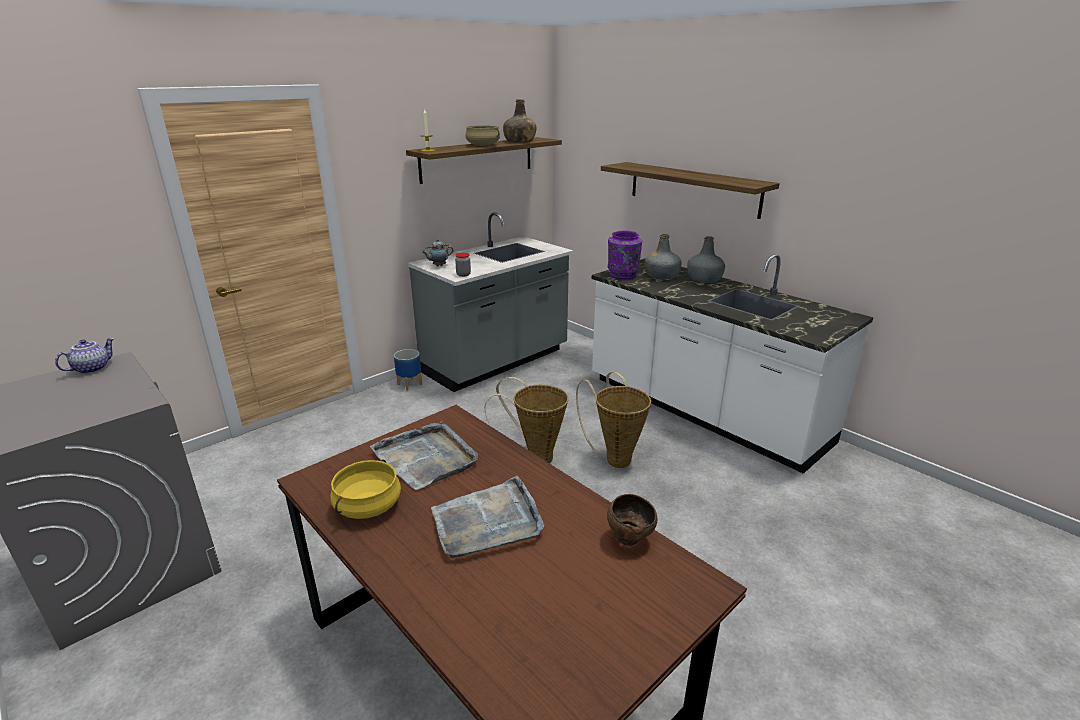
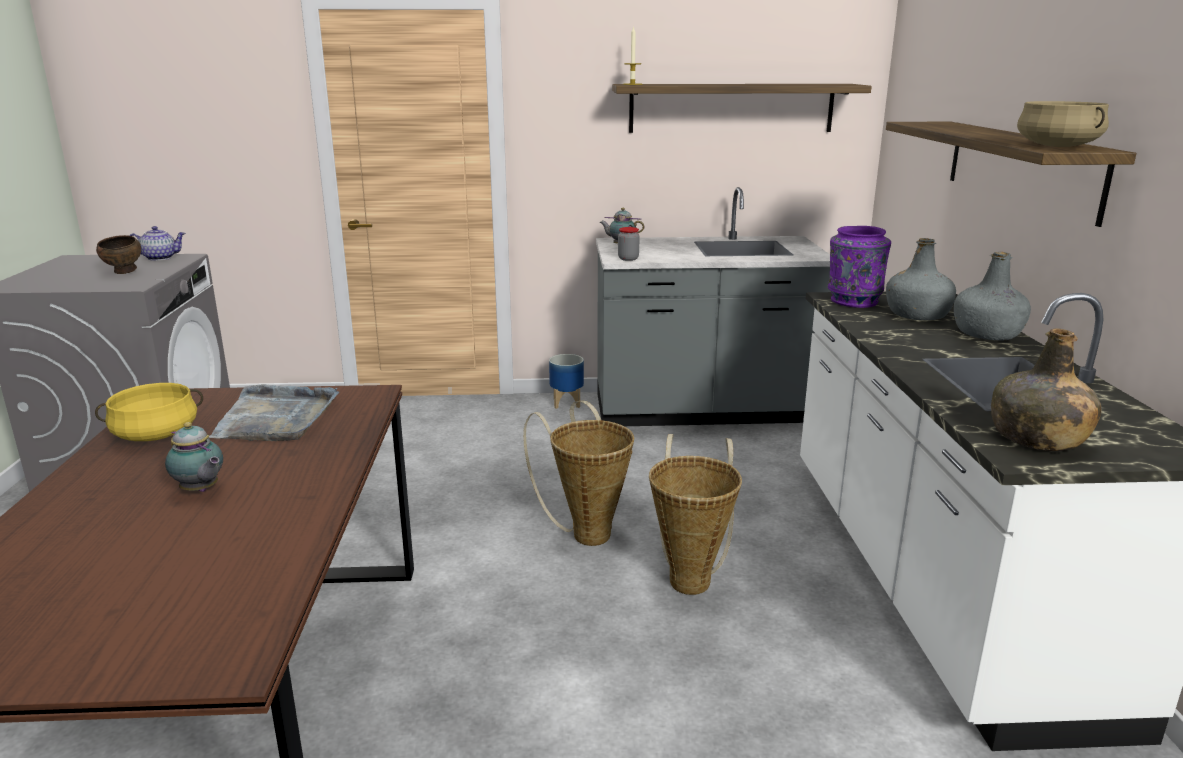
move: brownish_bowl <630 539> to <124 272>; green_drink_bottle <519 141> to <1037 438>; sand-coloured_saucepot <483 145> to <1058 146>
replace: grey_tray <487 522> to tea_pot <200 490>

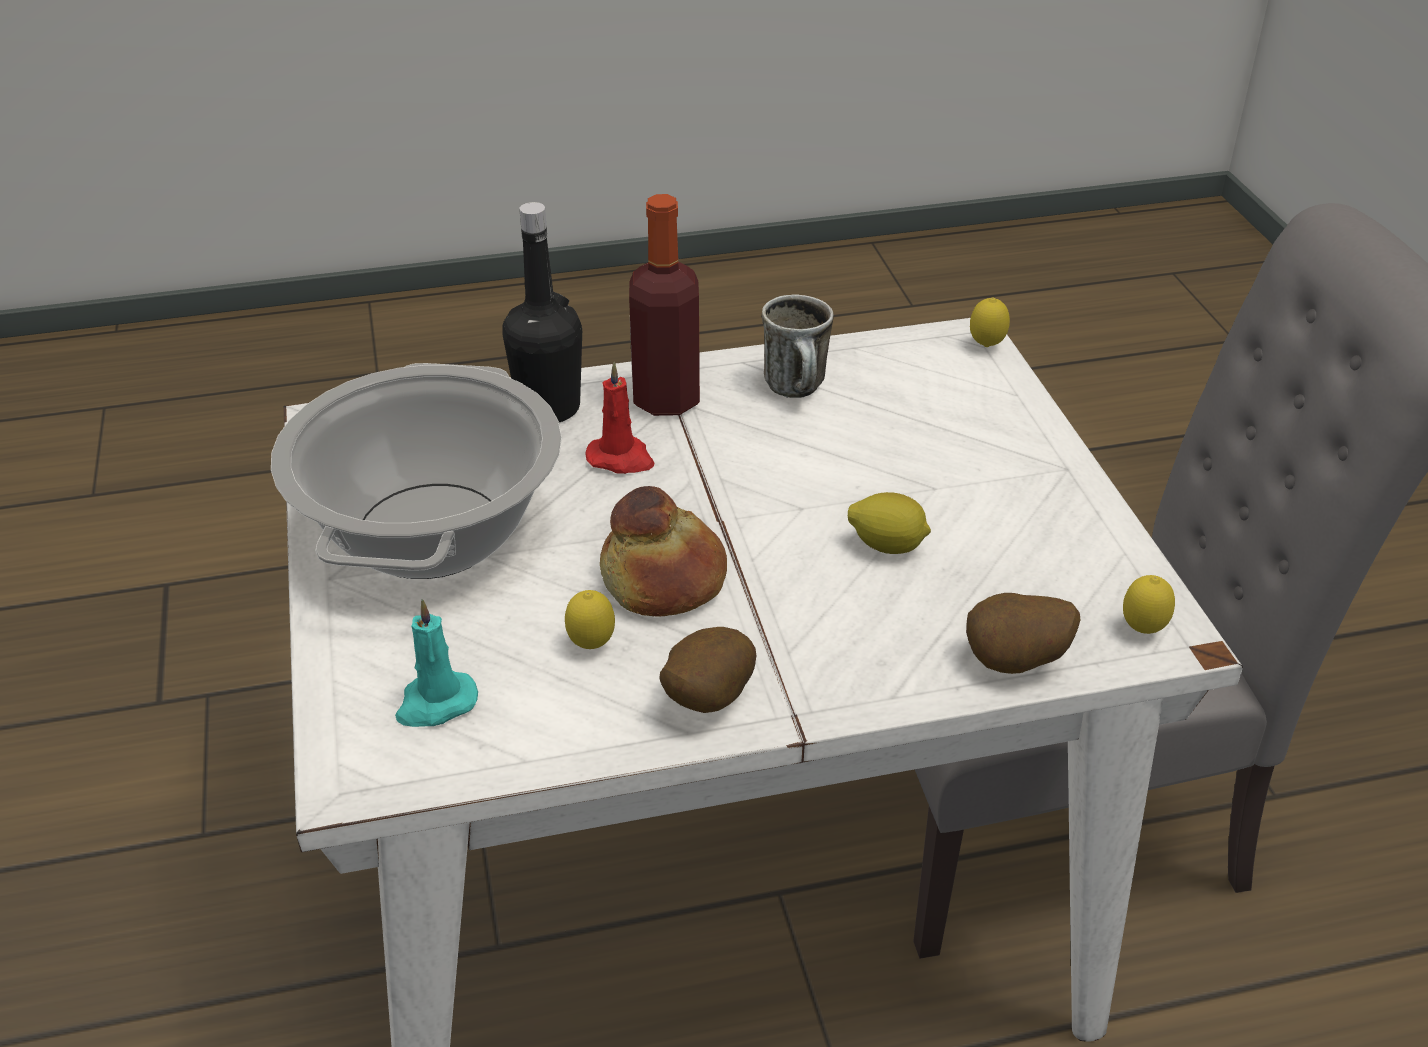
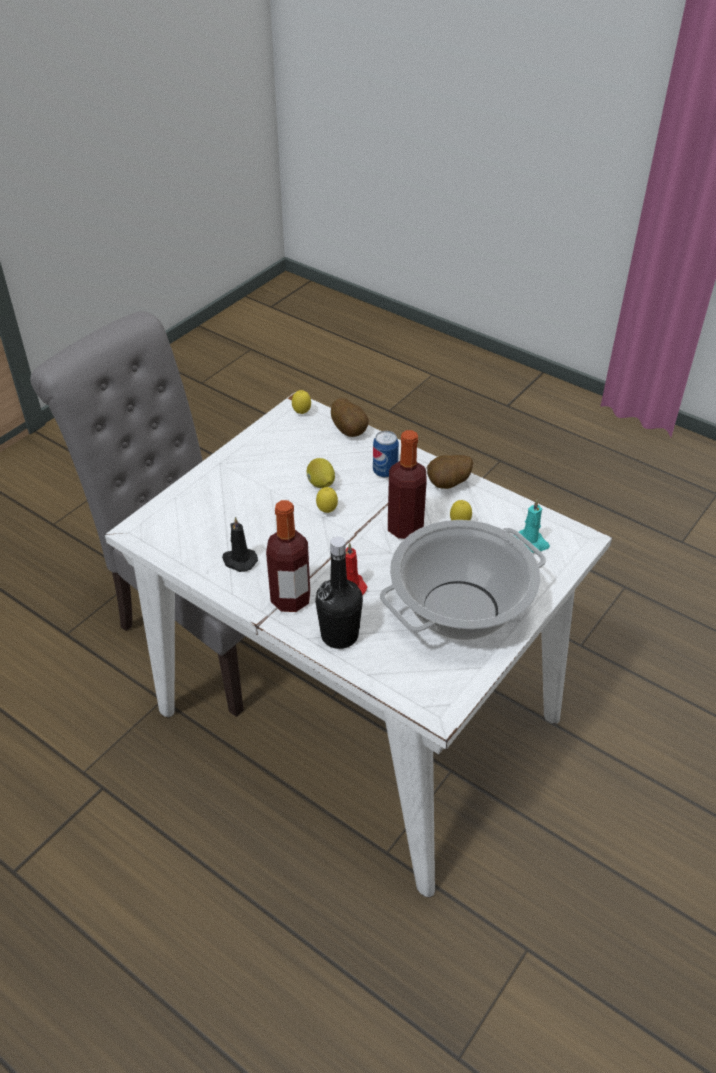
insert: sealed_can <385 472>
move: whole_lemon <986 346> to <327 511>
replace: coffee_mug <799 391> to black_wax_candle <239 560>; baked_bread <665 578> to drink_bottle <405 528>

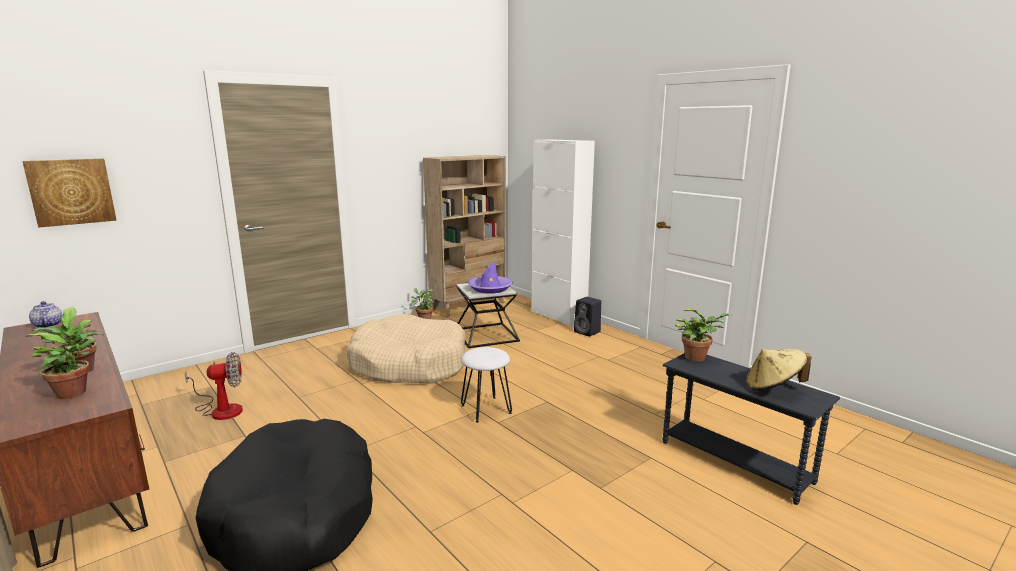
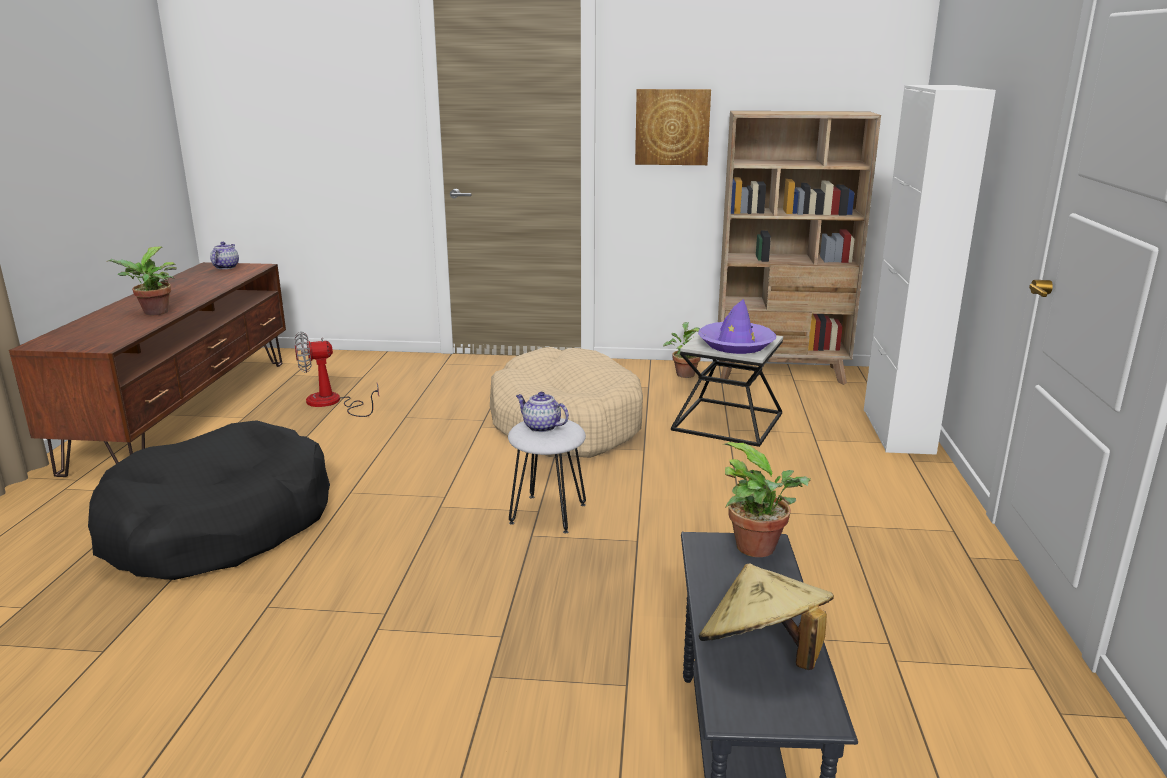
delete: houseplant <75 393>; black_speaker <588 332>
insert: tea_pot <541 427>
move: wall_picture <71 191> to <672 127>
rotate: cooling_fan <221 409> = <332 403> 135 degrees clockwise

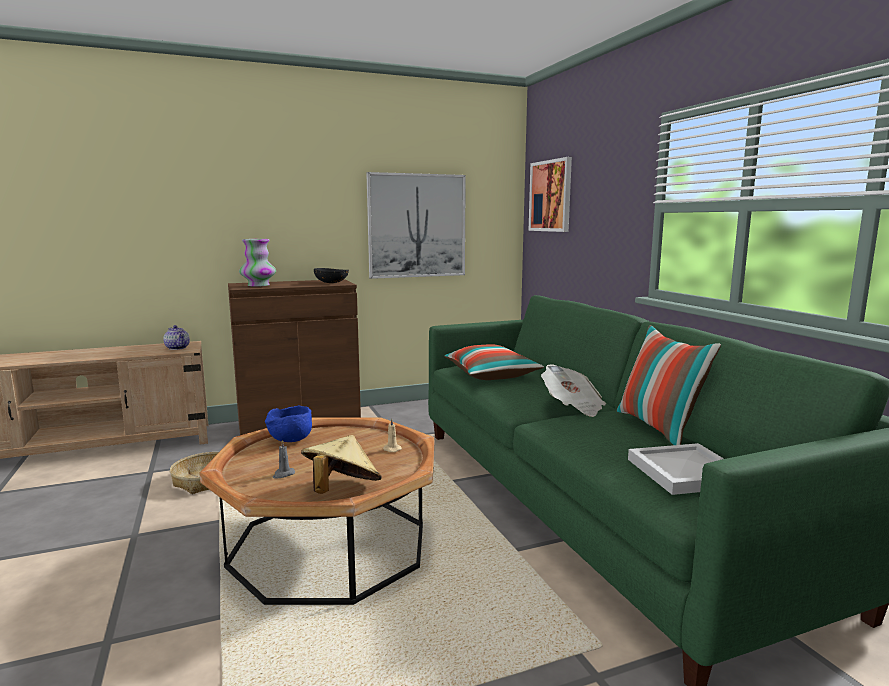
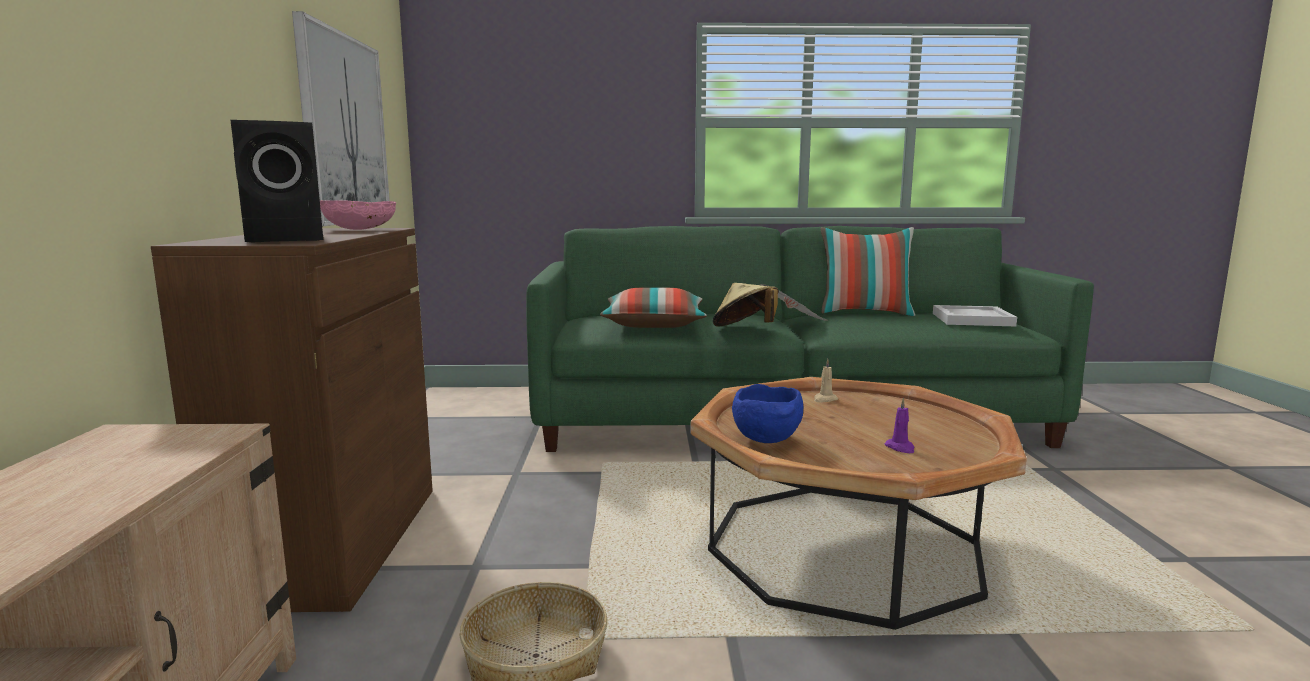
delete: tea_pot <178 348>; wall_picture <550 196>
move: sand-coloured_hat <341 490> to <745 329>
replace: decorative_vase <259 285> to black_speaker <289 239>
recolor: black_bowl <332 283> to pink-coloured_bowl <360 229>; grey_wax_candle <283 474> to purplish_wax_candle <900 448>

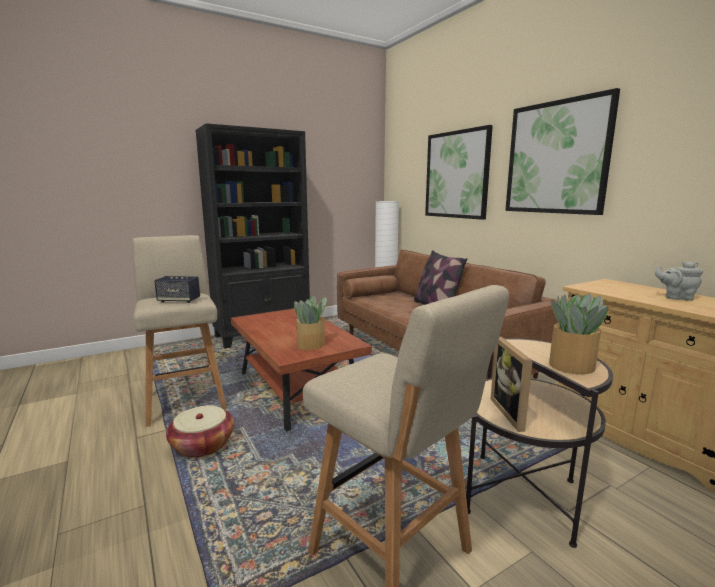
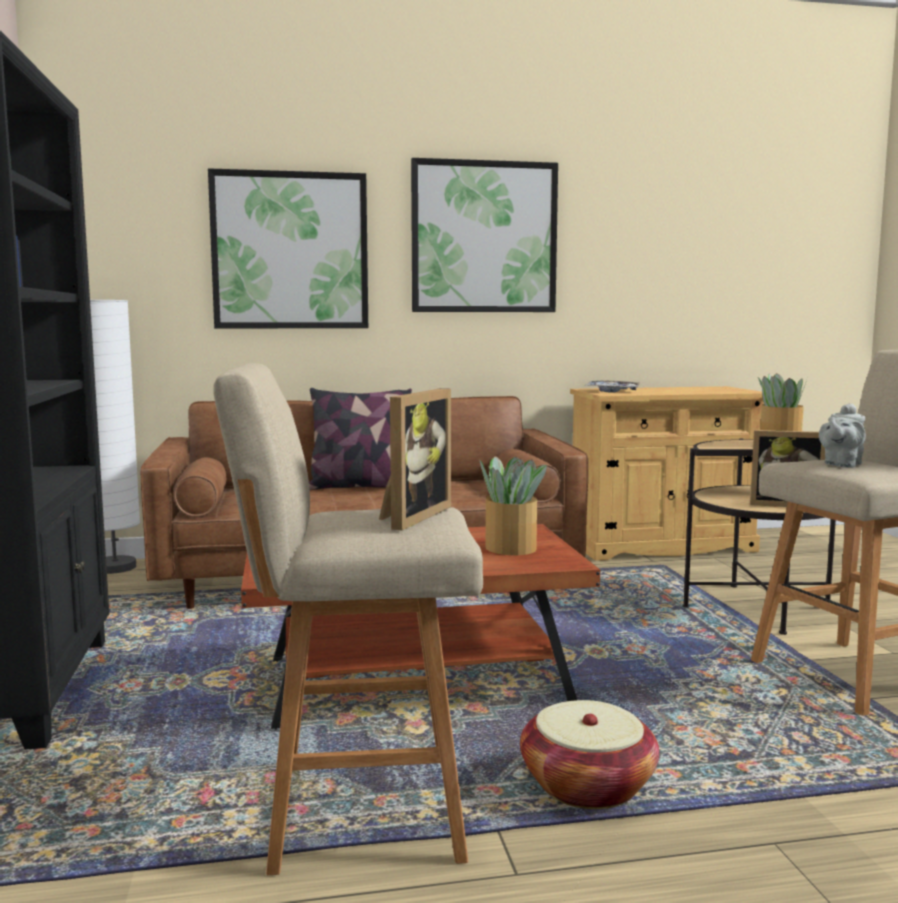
insert: tray <612 391>
move: grey_tea_pot <676 297> to <841 465>
replace: speaker <179 300> to picture_frame <410 516>

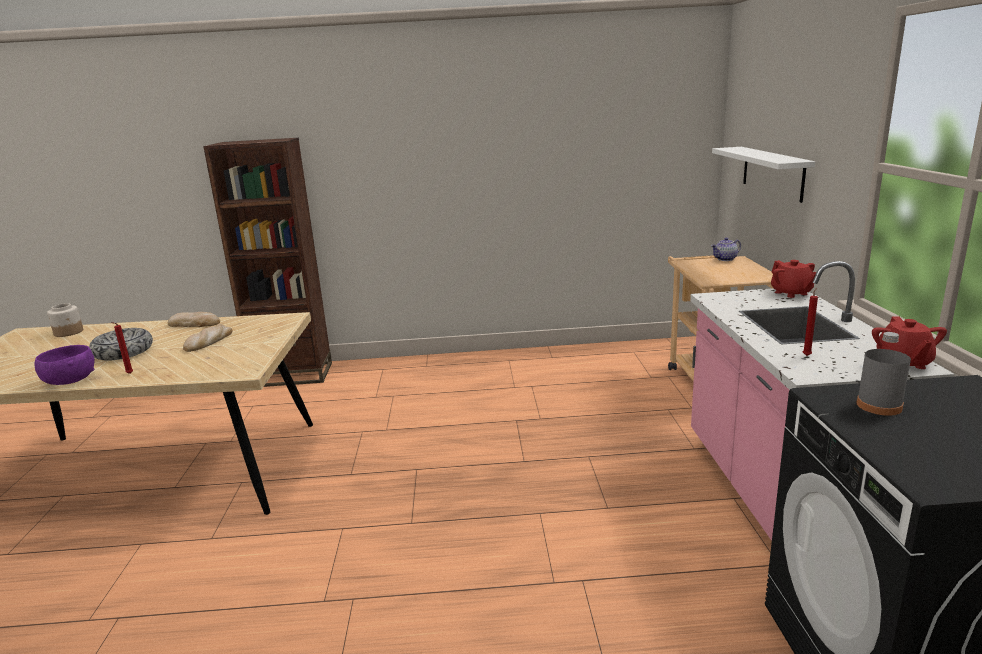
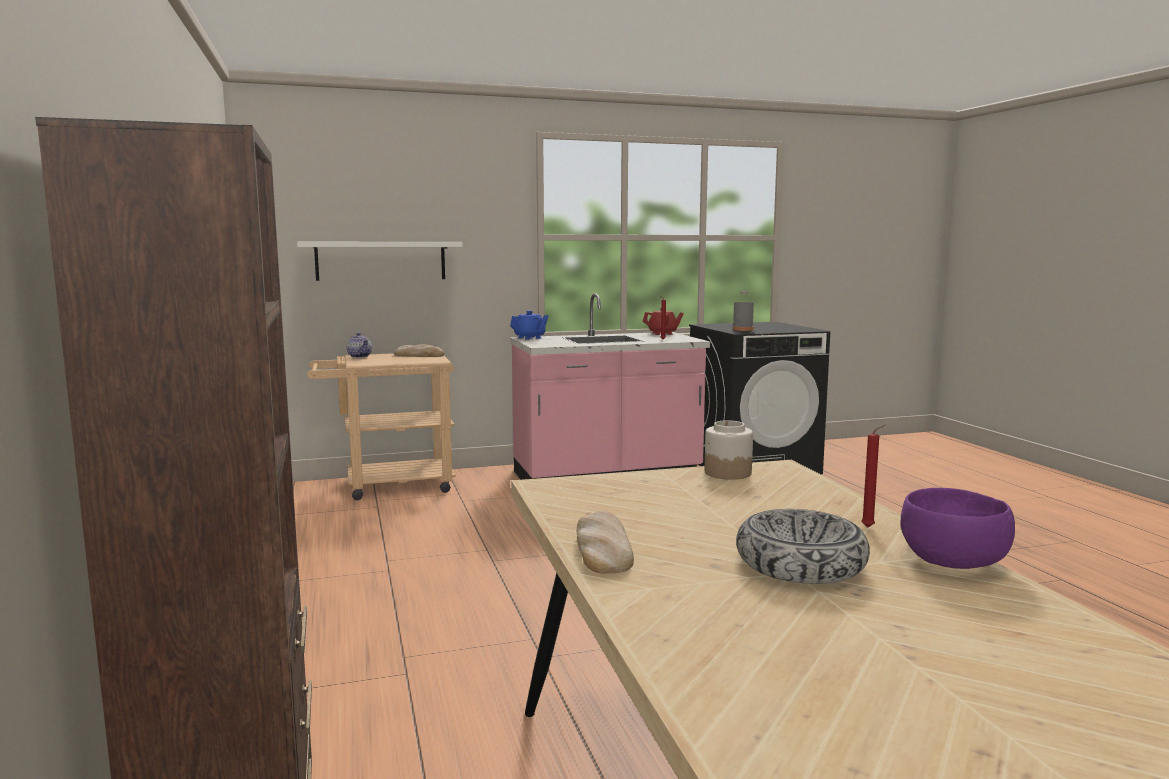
move: baked_bread <208 341> to <419 355>; storage_jar <69 332> to <727 473>
recolor: reddish_tea_pot <791 293> to bluish_tea_pot <530 338>

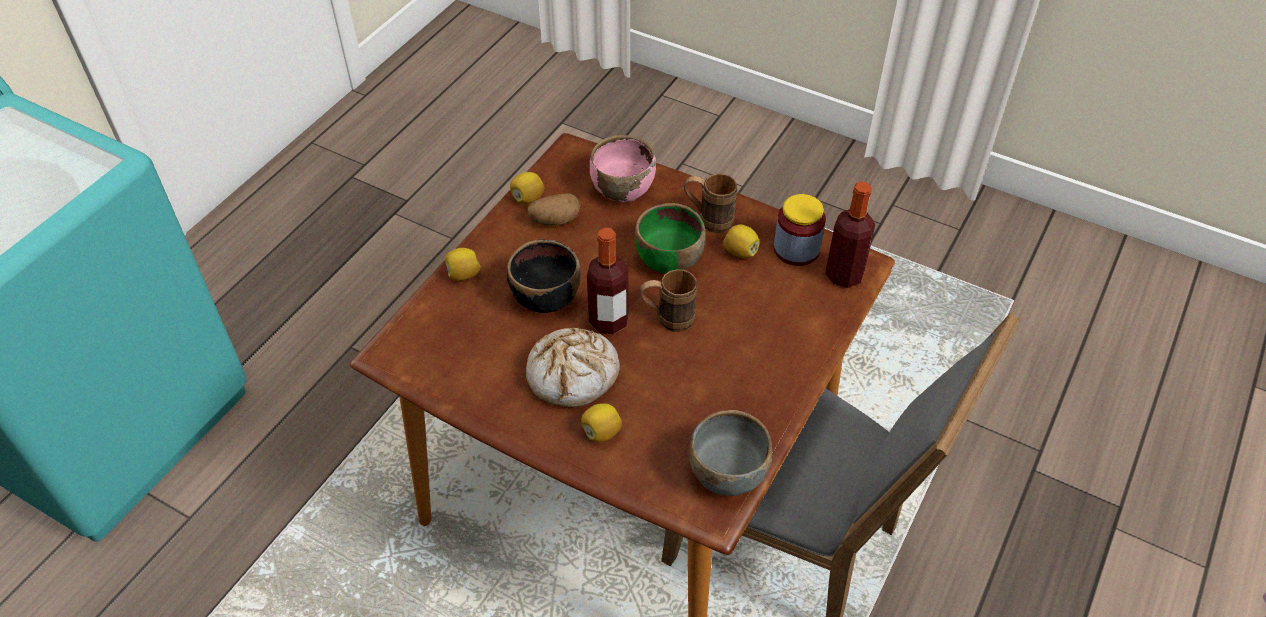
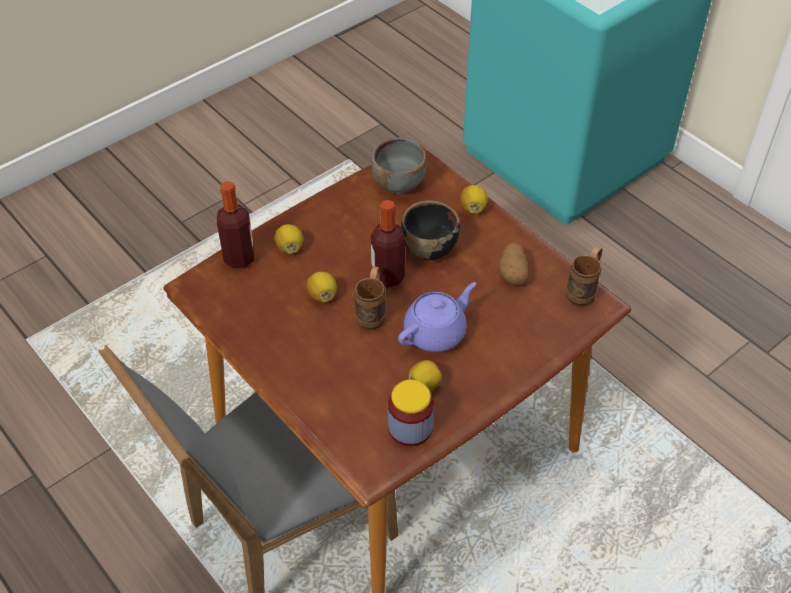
delete: baked_bread <573 374>; pink-coloured_bowl <622 189>
move: drink_bottle <844 275> to <239 259>; whole_lemon <528 198> to <322 295>; grey_bowl <727 473> to <399 182>; brownish_coffee_mug <708 220> to <584 290>
replace: green_bowl <668 260> to purplish_tea_pot <436 332>

